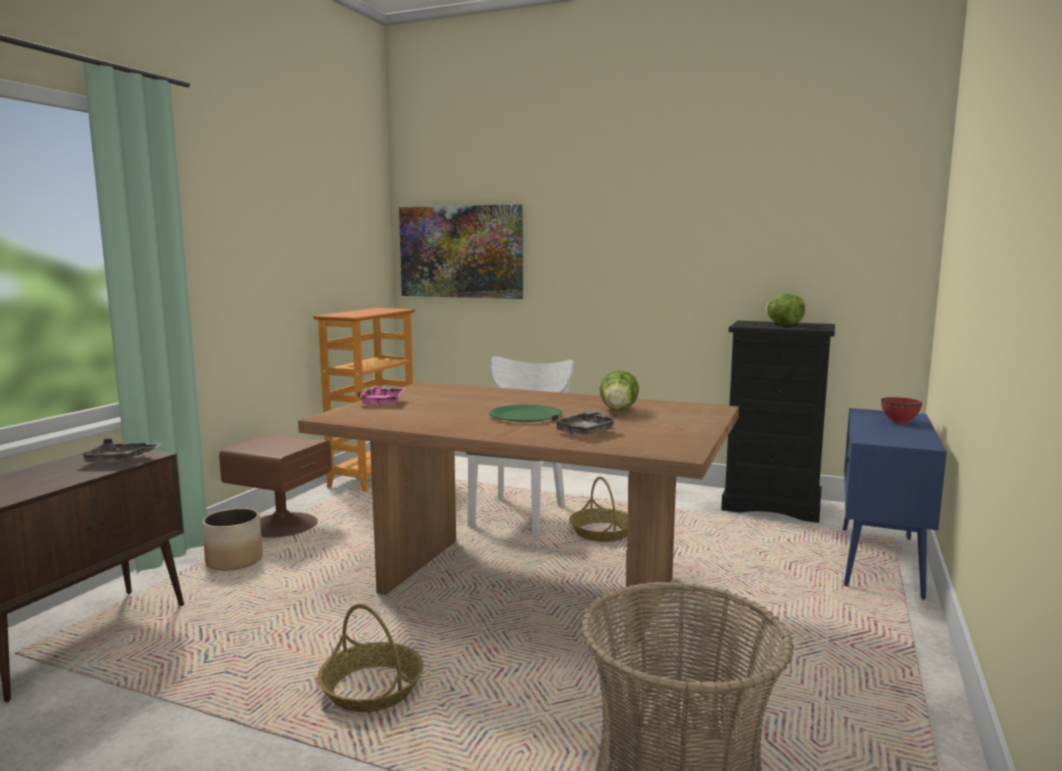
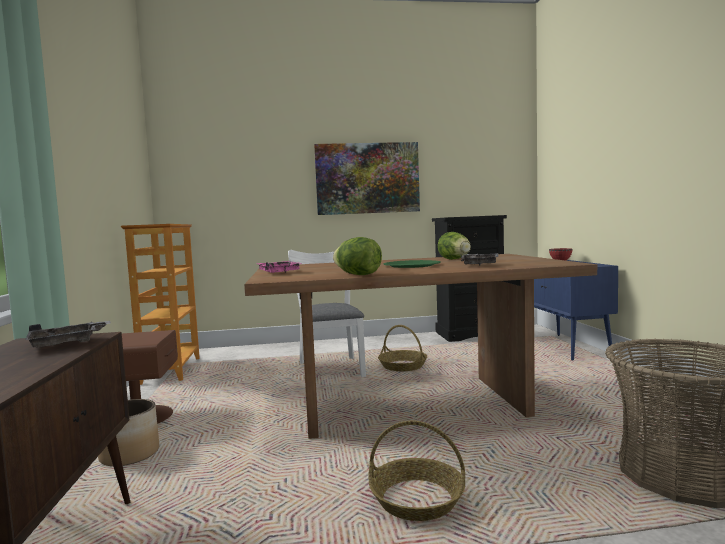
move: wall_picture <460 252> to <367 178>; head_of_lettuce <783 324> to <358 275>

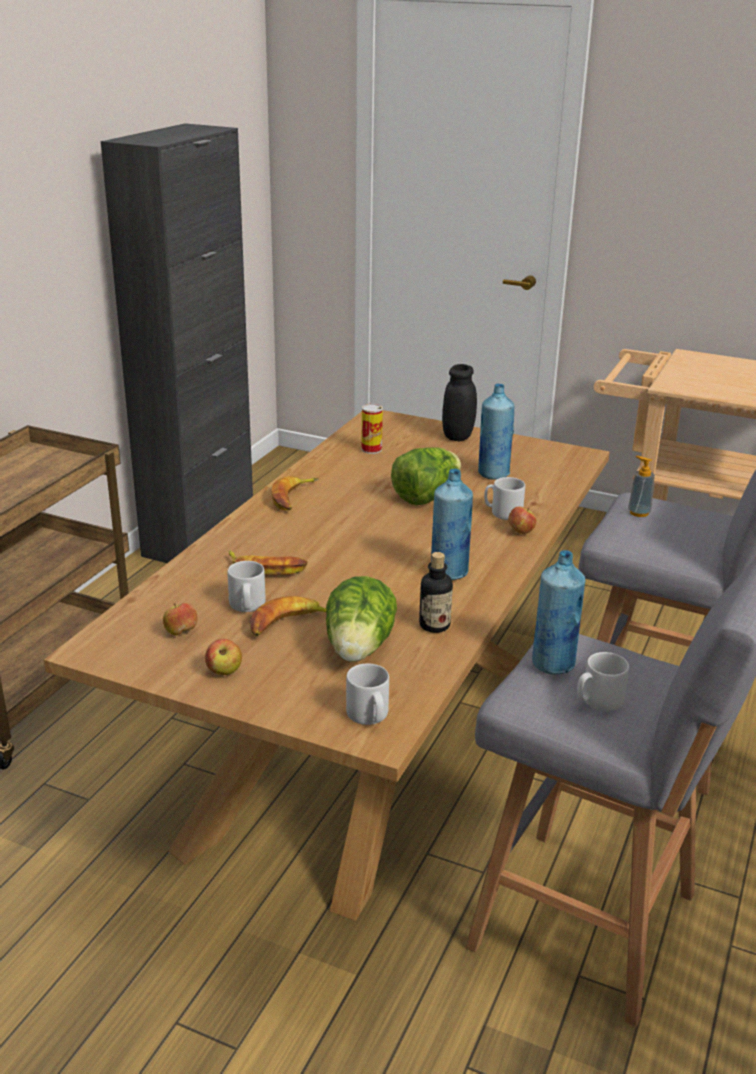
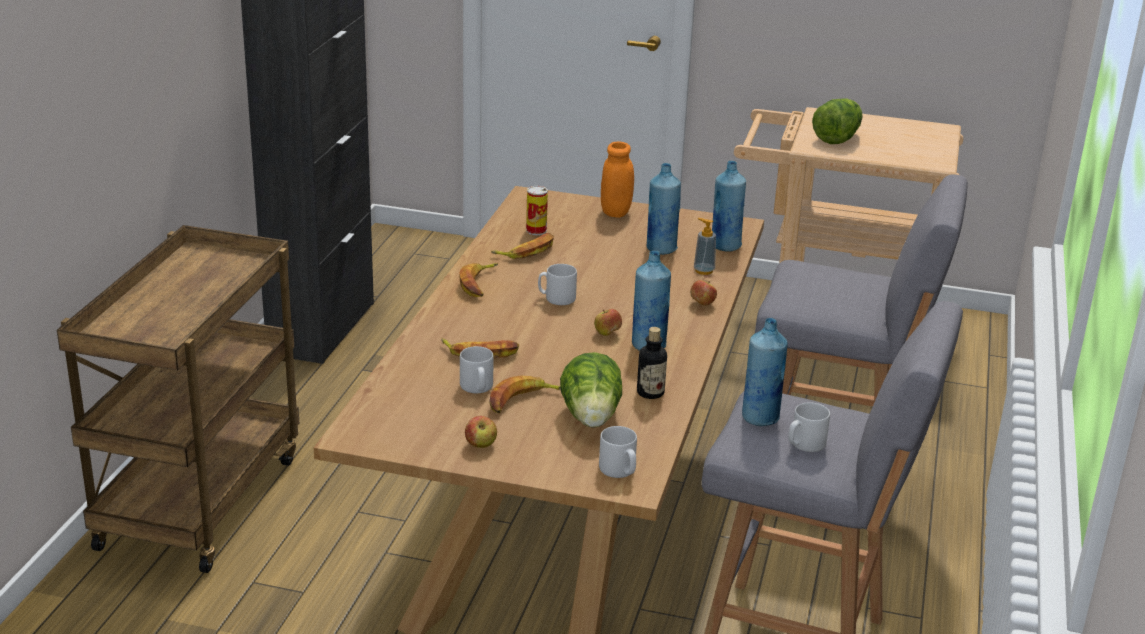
insert: whole_banana <527 251>; bluish_drink_bottle <725 246>
move: grey_coffee_mug <502 513> to <556 298>; apple <181 632> to <607 333>; soap_bottle <639 512> to <703 271>; head_of_lettuce <426 496> to <837 138>
recolor: black_storage_jar <458 436> to orange-coloured_storage_jar <616 212>

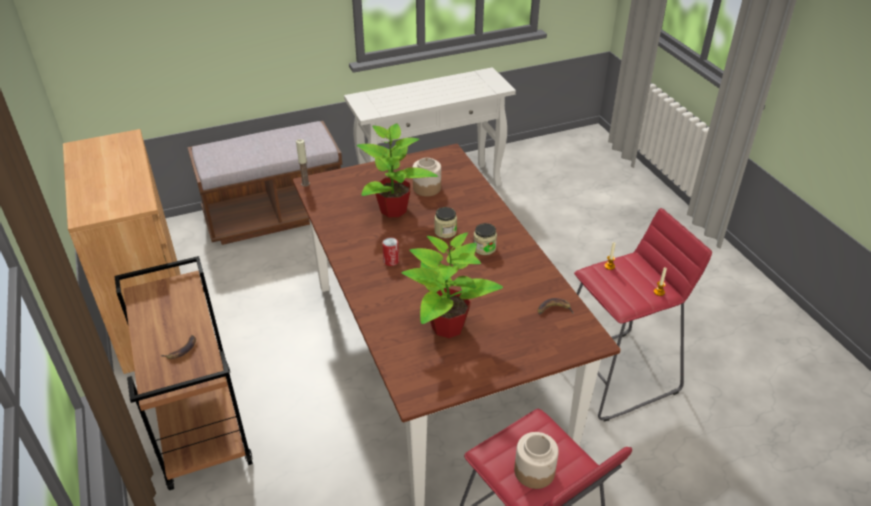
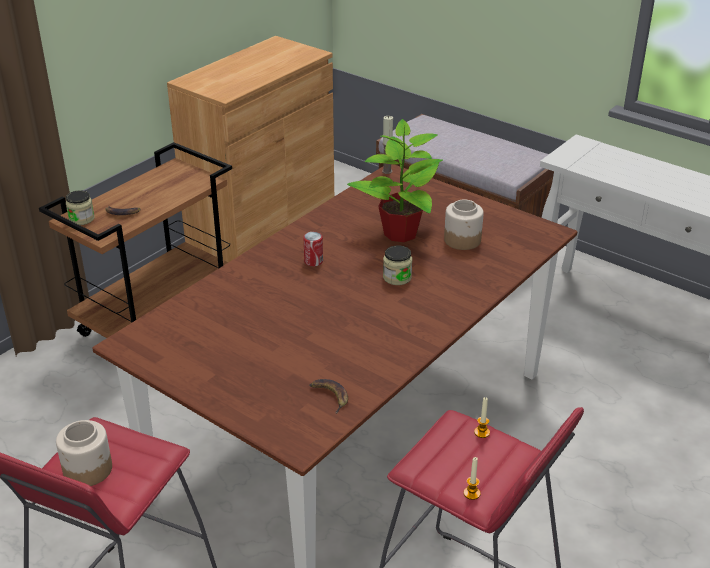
delete: houseplant <446 326>
move: storage_jar <484 248> to <81 219>

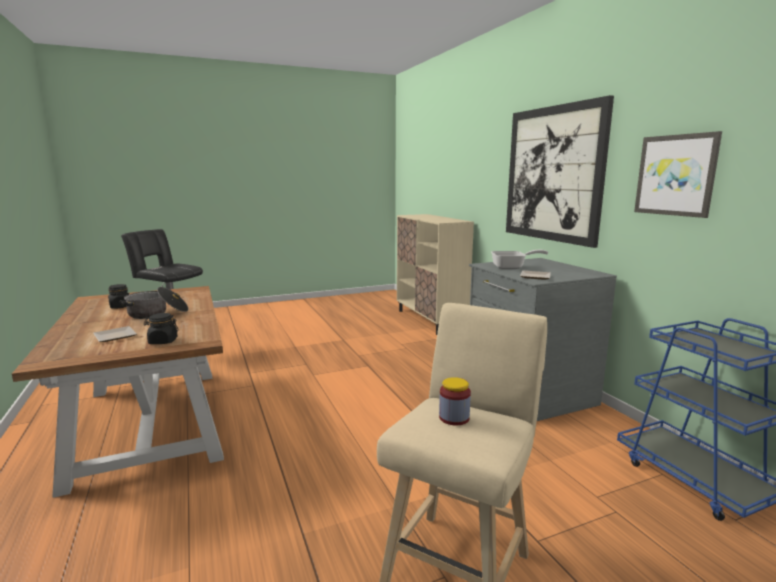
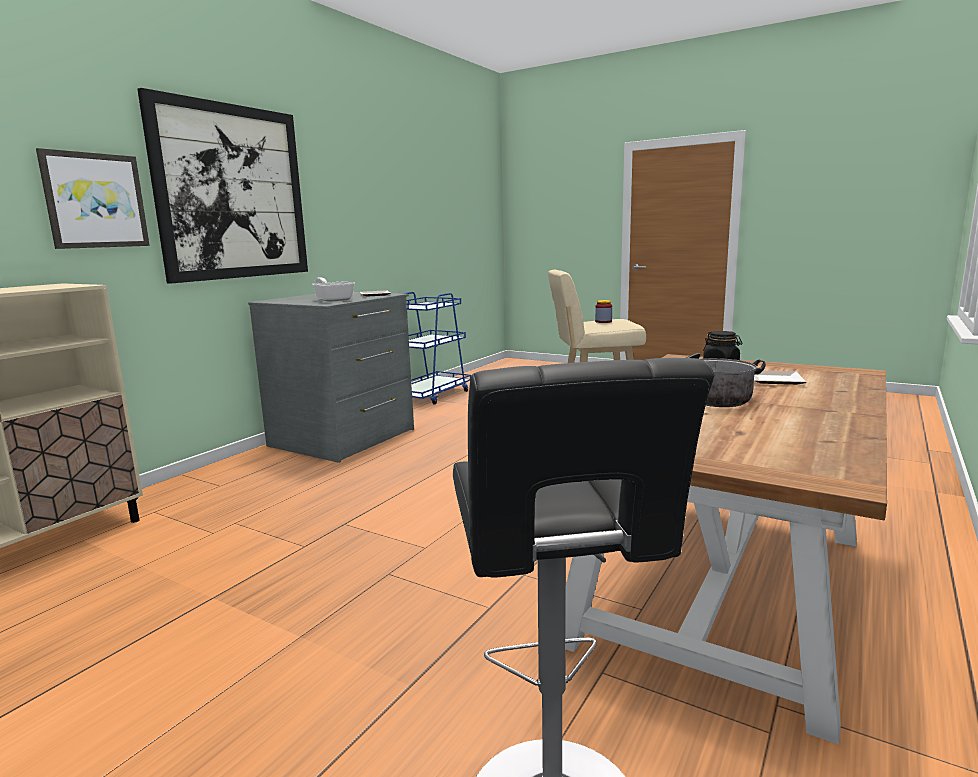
delete: black_storage_jar <120 306>
move: wall_picture <676 175> to <95 201>

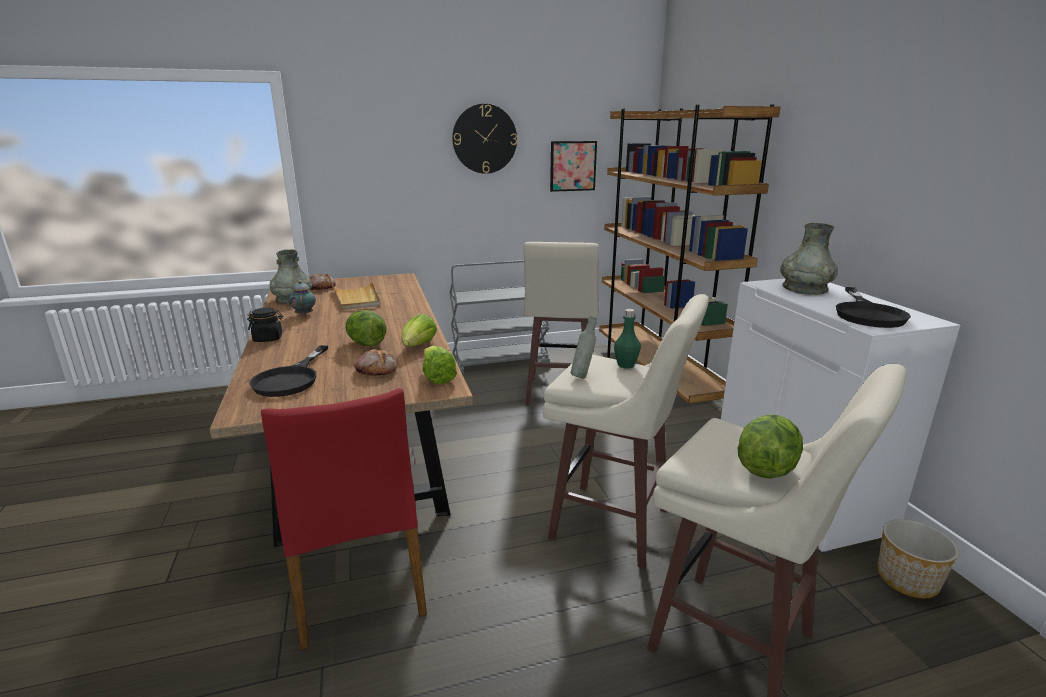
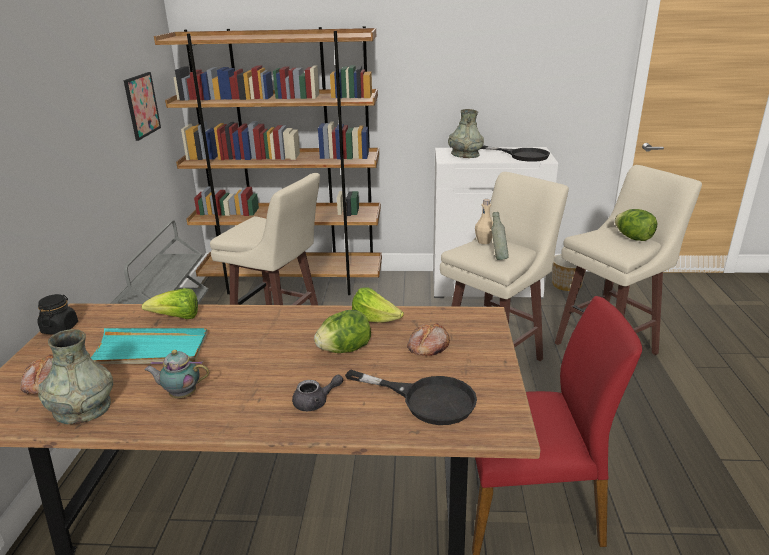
delete: hanging_clock <484 139>
insert: grey_tea_pot <316 402>
move: black_storage_jar <268 338> to <60 328>; head_of_lettuce <437 377> to <177 318>
recolor: sand-coloured_tray <357 298> to turquoise-coloured_tray <149 351>; green_drink_bottle <626 365> to sand-coloured_drink_bottle <484 241>

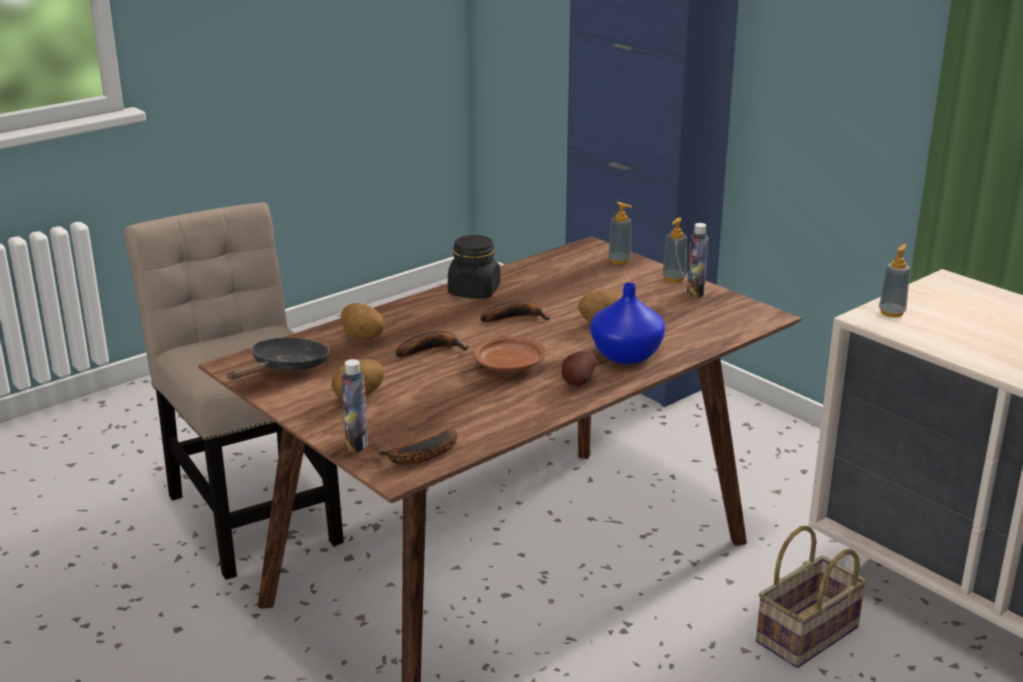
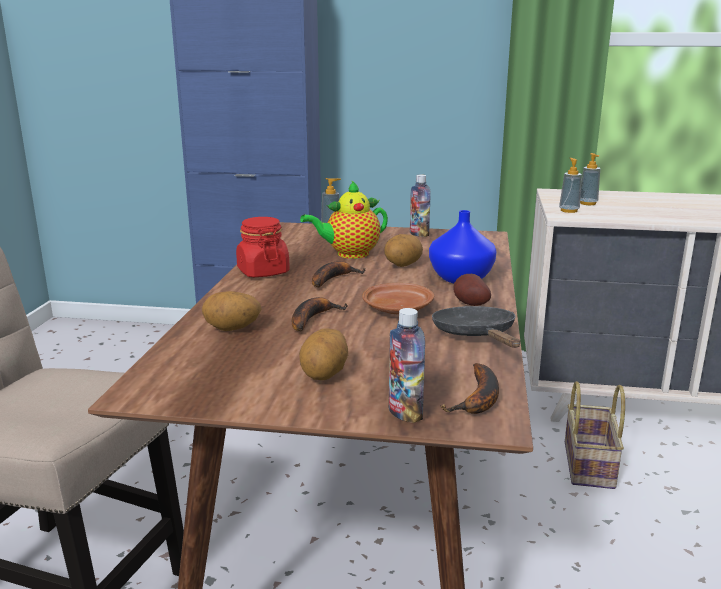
insert: tea_pot <349 254>
move: black_pan <285 368> to <476 336>; soap_bottle <674 278> to <587 203>
recolor: black_storage_jar <474 291> to reddish_storage_jar <263 272>

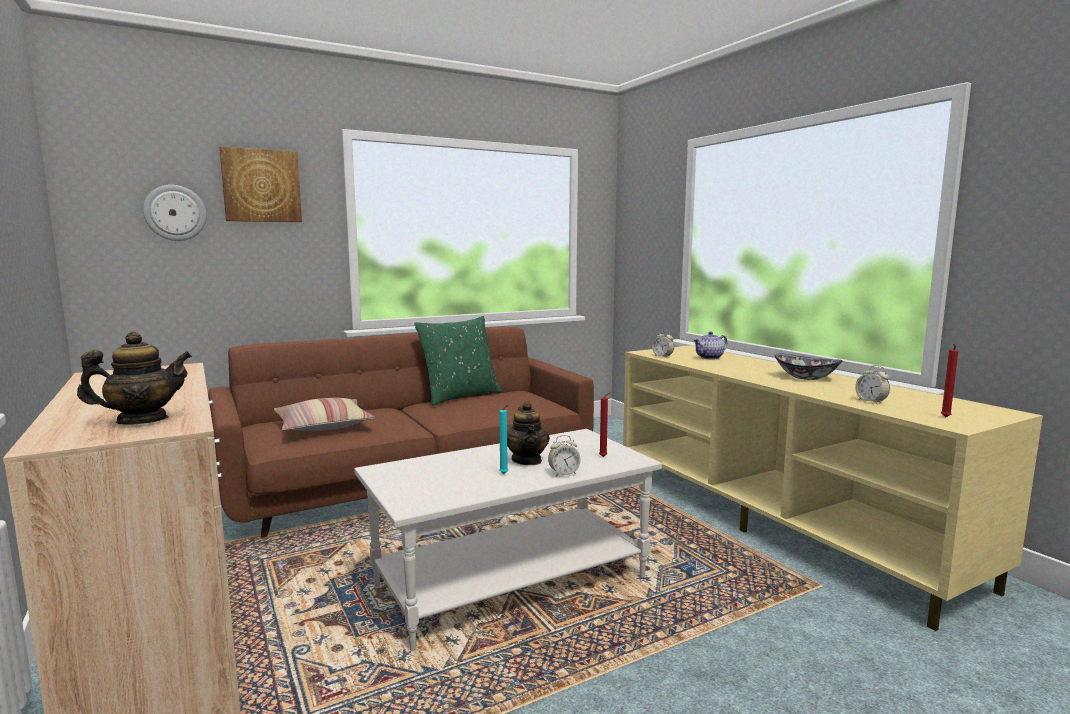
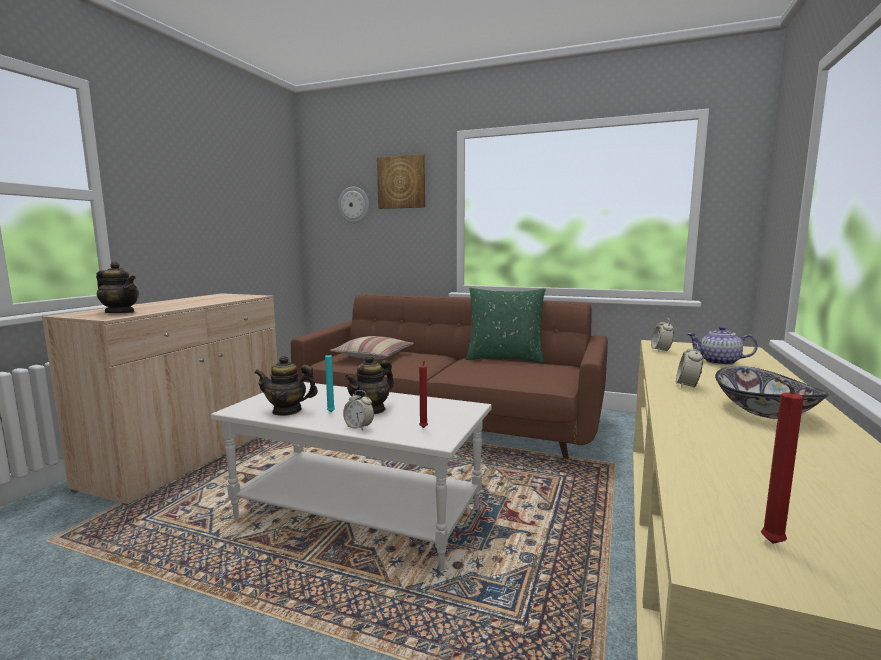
insert: tea_pot <287 411>
move: alarm_clock <871 401> to <687 386>

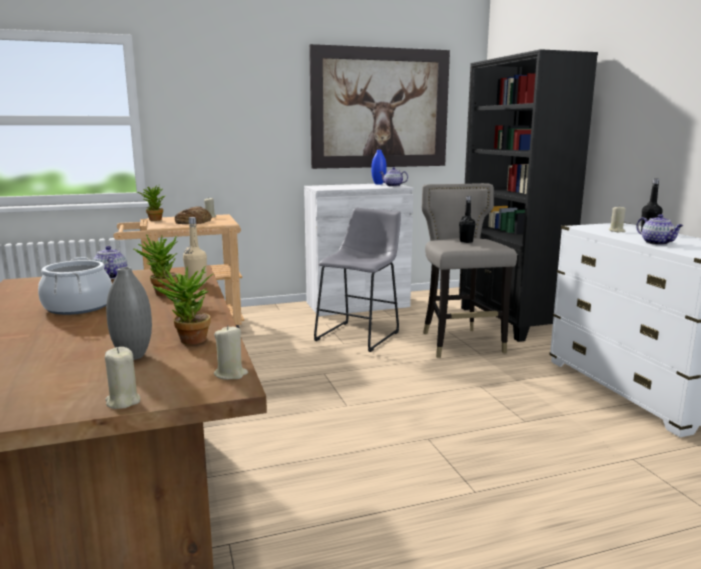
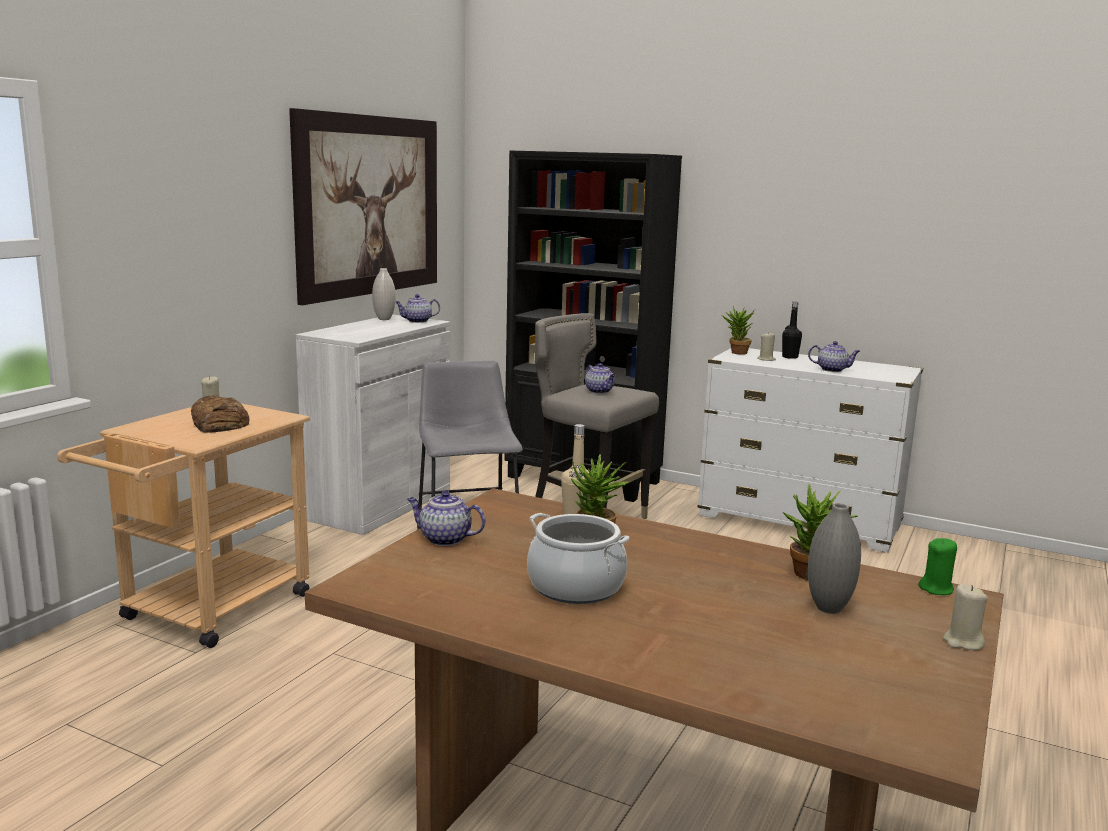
move: houseplant <154 219> to <735 353>
replace: black_drink_bottle <466 241> to tea_pot <600 391>
recolor: bluish_decorative_vase <378 184> to white_decorative_vase <384 319>; sand-coloured_wax_candle <231 374> to green_wax_candle <936 589>

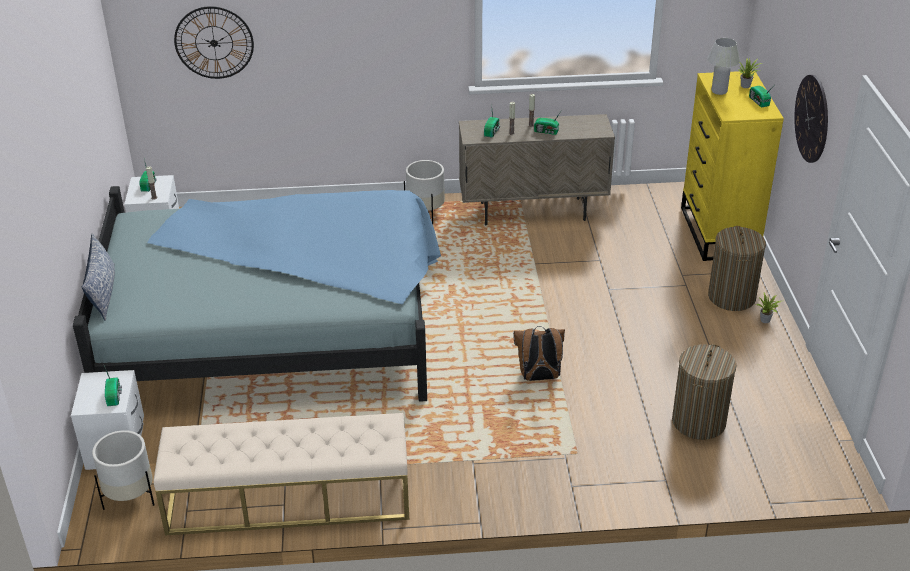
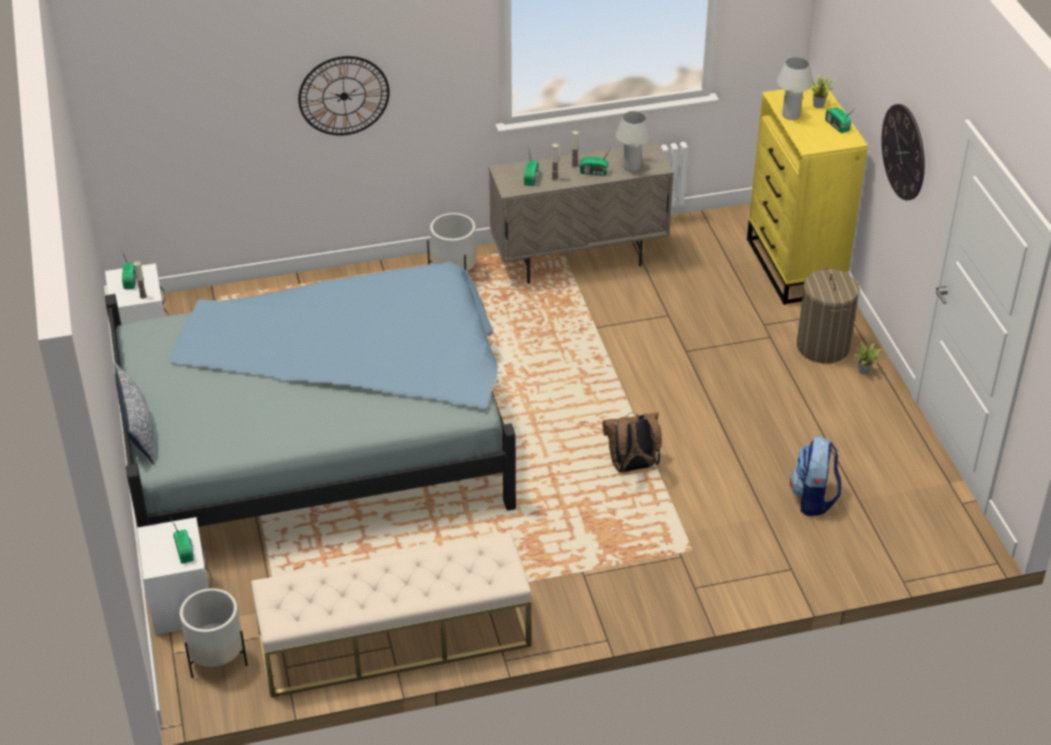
insert: white_tabletop_lamp <631 167>
move: hanging_clock <214 43> to <344 96>
replace: hamper <698 422> to rucksack <813 499>

